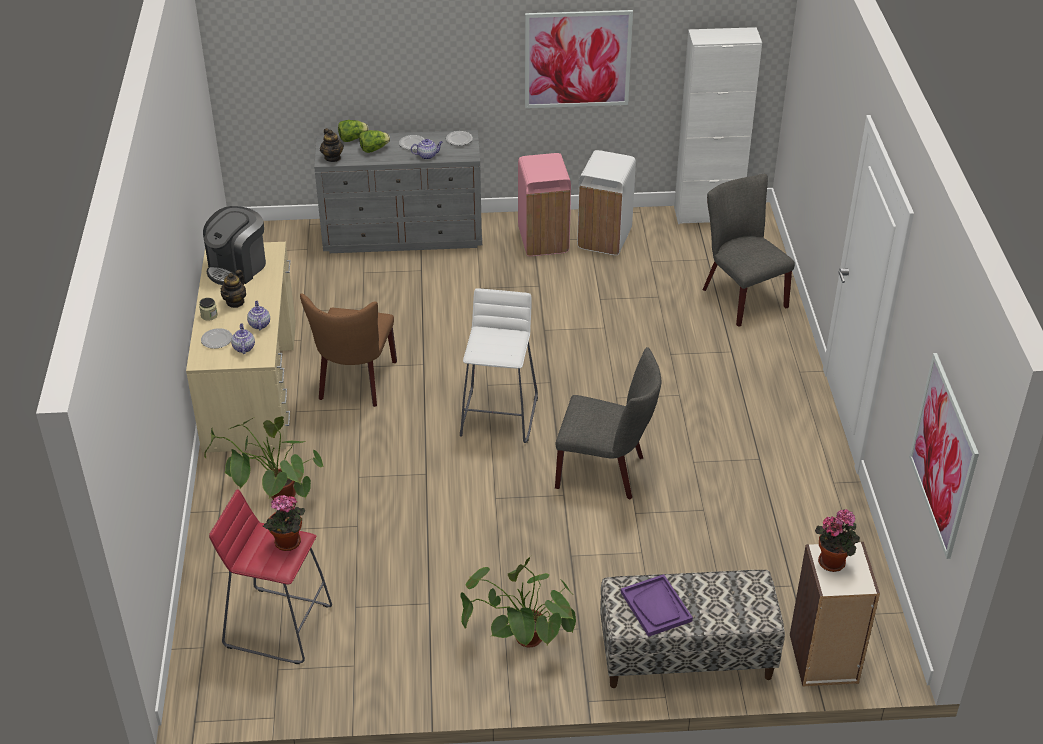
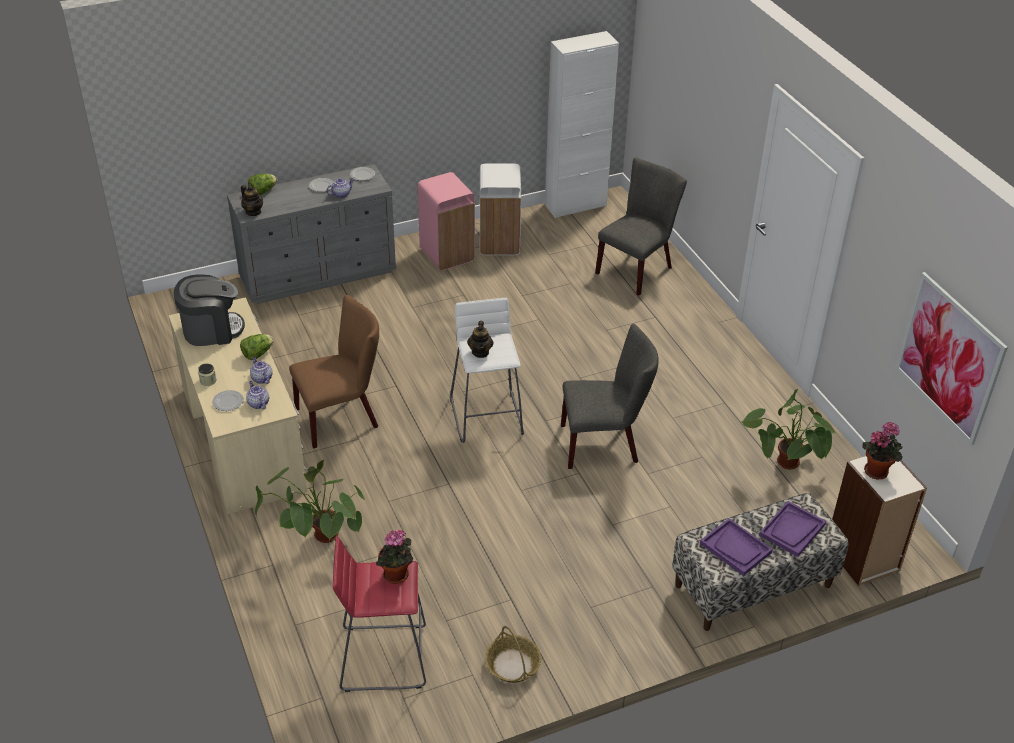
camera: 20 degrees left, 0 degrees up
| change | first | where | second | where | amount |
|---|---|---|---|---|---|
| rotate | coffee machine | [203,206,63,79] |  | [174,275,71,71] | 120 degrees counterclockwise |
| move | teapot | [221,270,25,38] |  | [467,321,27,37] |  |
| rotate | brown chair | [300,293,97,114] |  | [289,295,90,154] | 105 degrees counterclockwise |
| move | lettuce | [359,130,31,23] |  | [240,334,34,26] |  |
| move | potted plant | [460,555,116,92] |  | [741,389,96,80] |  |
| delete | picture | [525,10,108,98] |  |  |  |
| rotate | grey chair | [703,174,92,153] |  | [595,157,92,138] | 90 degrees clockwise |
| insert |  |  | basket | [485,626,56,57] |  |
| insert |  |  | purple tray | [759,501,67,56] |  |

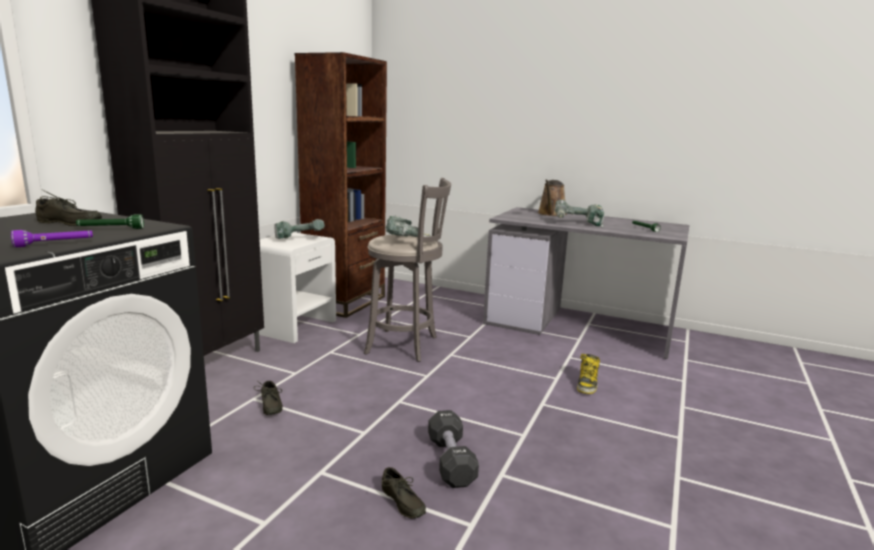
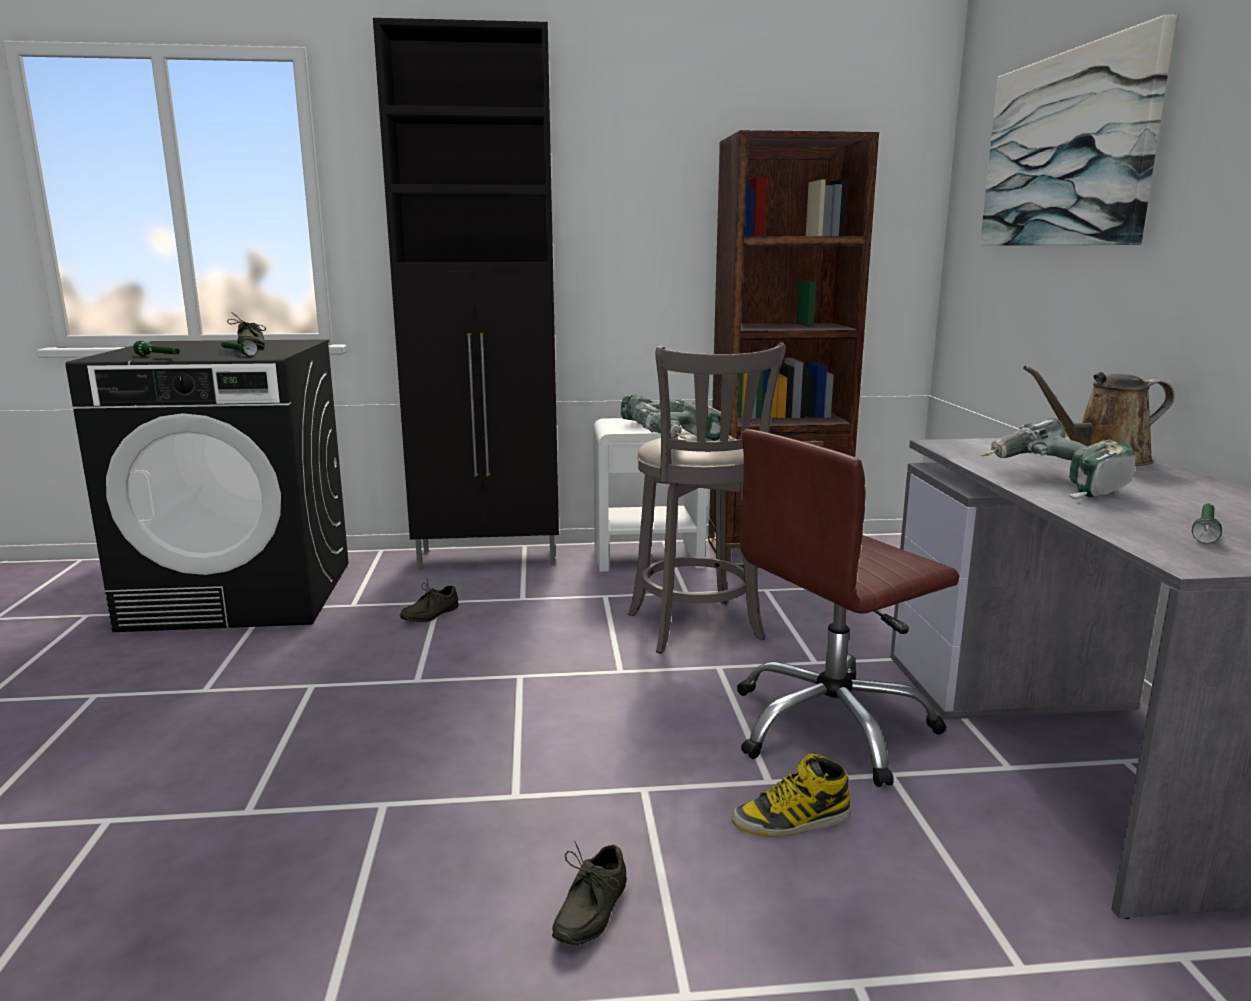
camera: 60 degrees right, 0 degrees up
| change | first | where | second | where | amount |
|---|---|---|---|---|---|
| recolor | purple flashlight | [11,230,82,17] | green flashlight | [133,341,47,15] |  |
| move | grey shoe | [382,467,44,52] |  | [552,841,75,104] |  |
| delete | black dumbbell | [428,410,51,78] |  |  |  |
| insert |  |  | brown office chair | [737,429,222,358] |  |
| insert |  |  | picture | [980,15,197,231] |  |

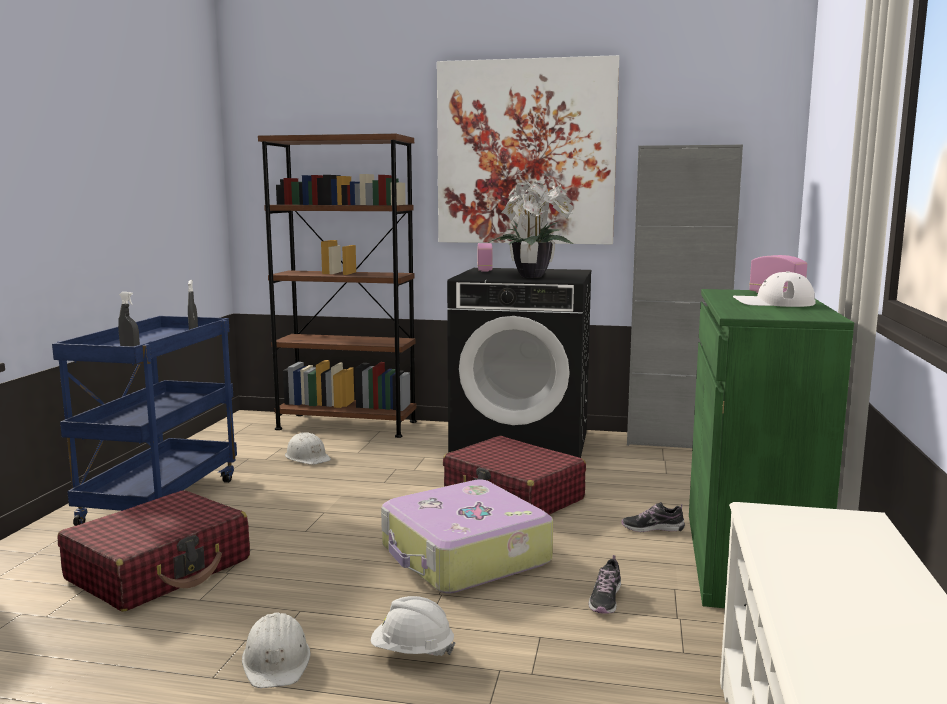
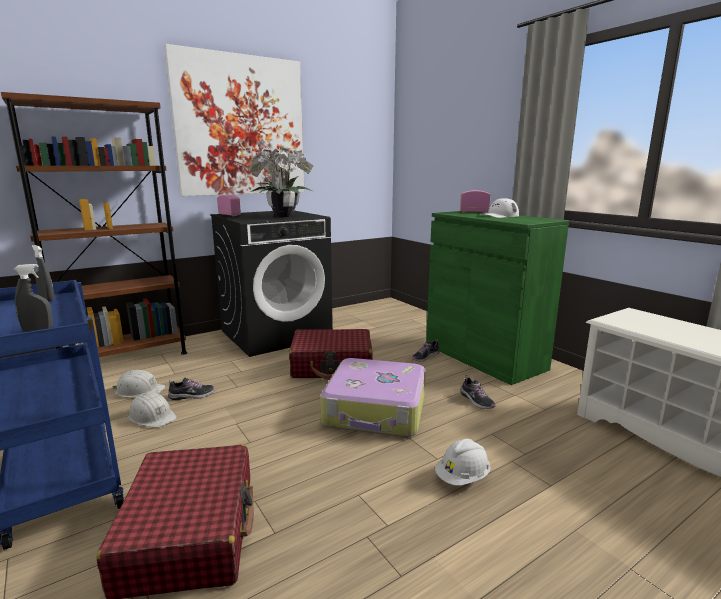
camera: 45 degrees left, 5 degrees up
| change | first | where | second | where | amount |
|---|---|---|---|---|---|
| move | white hard hat | [242,612,69,76] |  | [128,392,49,36] |  |
| delete | grey cabinet | [627,144,116,304] |  |  |  |
| insert |  |  | shoe | [168,378,47,22] |  |

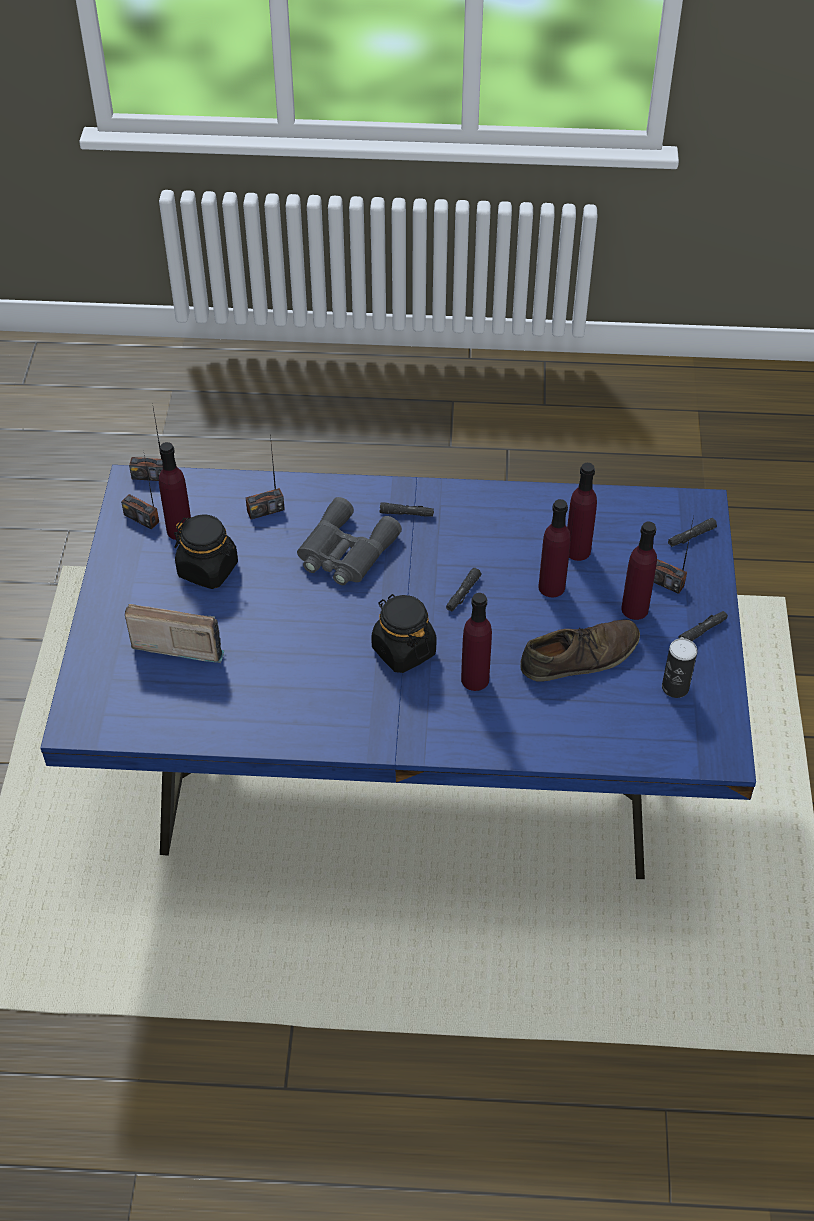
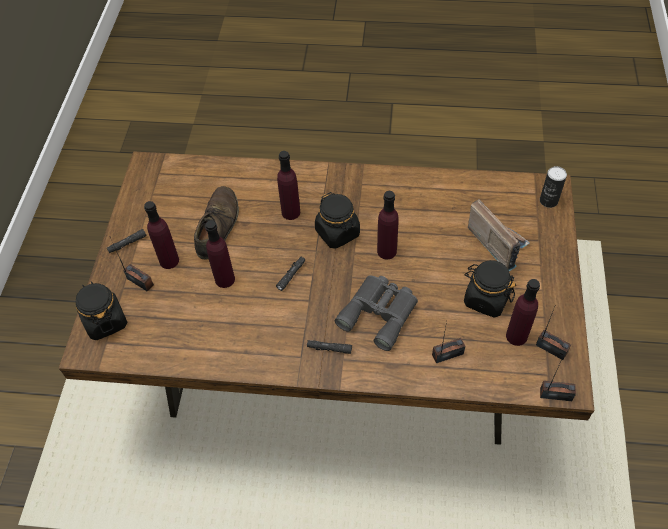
camera: 175 degrees left, 5 degrees up
| change | first | where | second | where | amount |
|---|---|---|---|---|---|
| recolor | blue dining table | [40,465,716,414] | brown dining table | [59,151,535,294] |  |
| rotate | radio | [125,604,99,59] |  | [468,199,62,72] | 135 degrees counterclockwise |
| rotate | brown shoe | [520,620,120,61] |  | [194,186,45,73] | 120 degrees clockwise |
| move | purple bottle | [567,463,30,98] |  | [377,191,22,68] |  |
| move | can | [662,638,36,60] |  | [540,166,27,42] |  |
| replace | black flashlight | [668,518,49,29] | black jar | [76,281,51,59] |  |

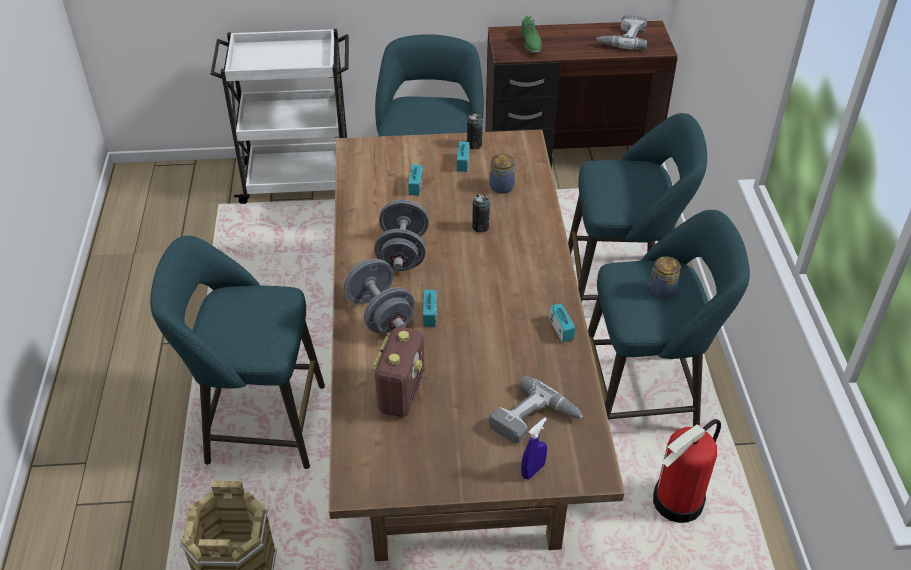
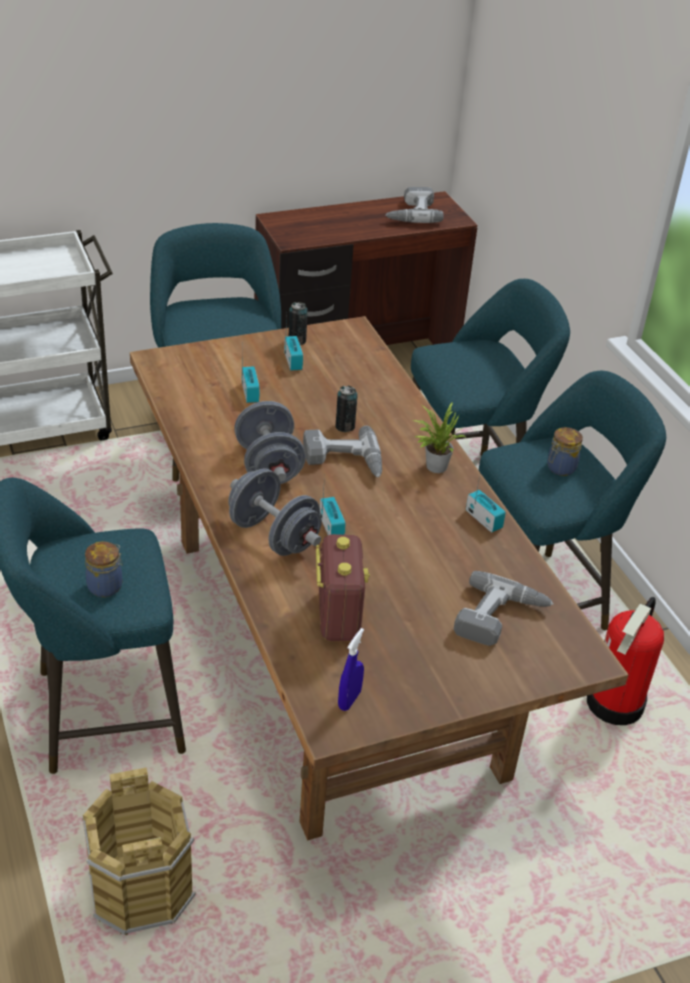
camera: 20 degrees left, 5 degrees down
| change | first | where | second | where | amount |
|---|---|---|---|---|---|
| move | jar | [489,154,27,40] |  | [85,541,38,56] |  |
| delete | green shoe | [521,16,21,37] |  |  |  |
| move | blue spray bottle | [521,418,26,61] |  | [338,628,26,83] |  |
| insert |  |  | power drill | [303,426,79,51] |  |
| insert |  |  | potted plant | [413,403,52,70] |  |

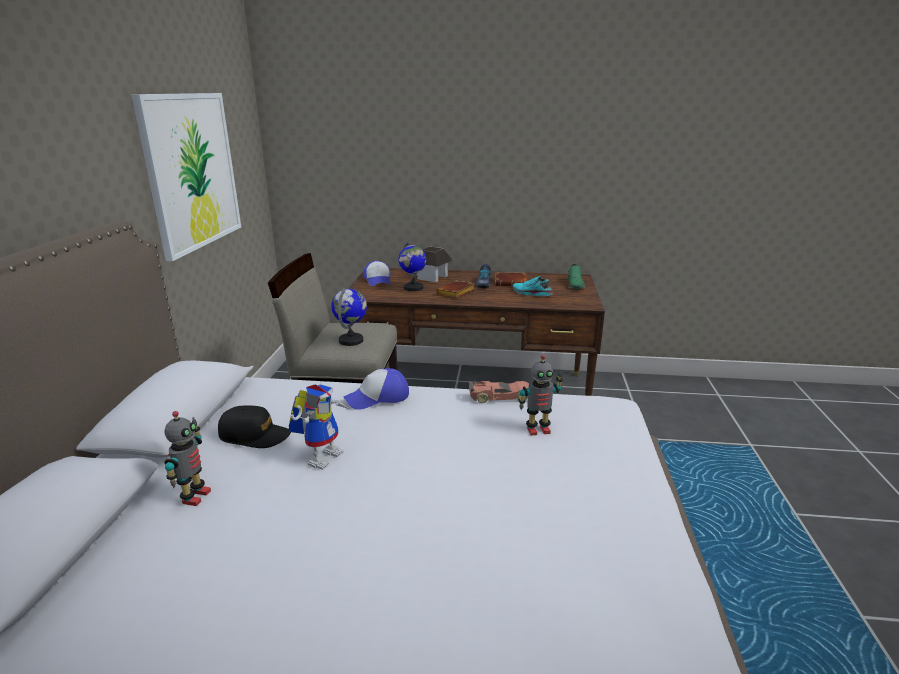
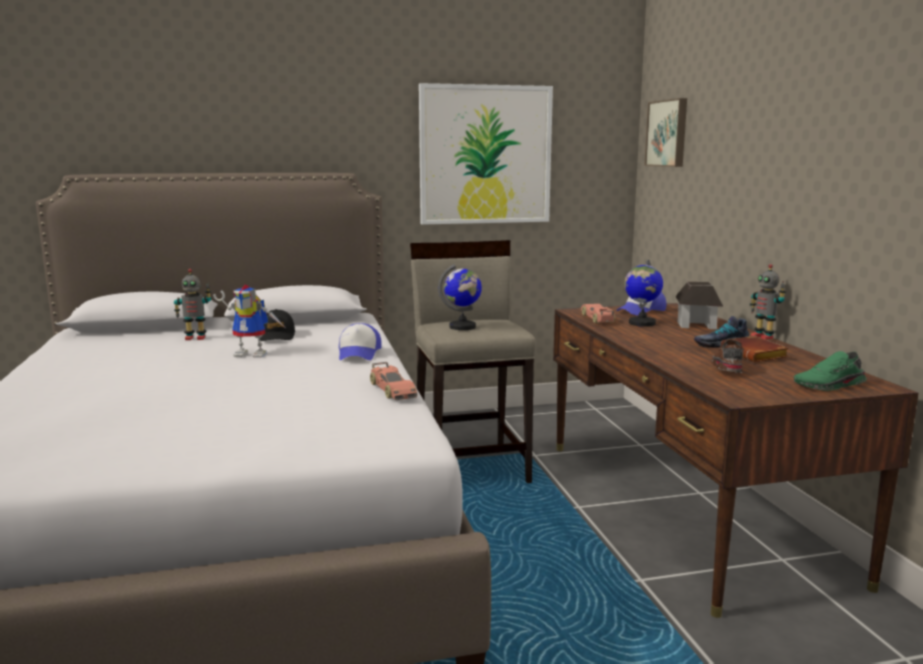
camera: 70 degrees right, 10 degrees down
| change | first | where | second | where | amount |
|---|---|---|---|---|---|
| rotate | cap | [344,368,65,42] |  | [339,323,43,37] | 135 degrees counterclockwise |
| delete | brown book | [436,281,39,17] |  |  |  |
| recolor | turquoise shoe | [512,276,41,20] | brown shoe | [711,339,33,34] |  |
| move | toy robot | [518,355,45,80] |  | [750,264,36,76] |  |
| insert |  |  | toy car | [581,304,34,19] |  |
| insert |  |  | picture | [644,98,43,69] |  |

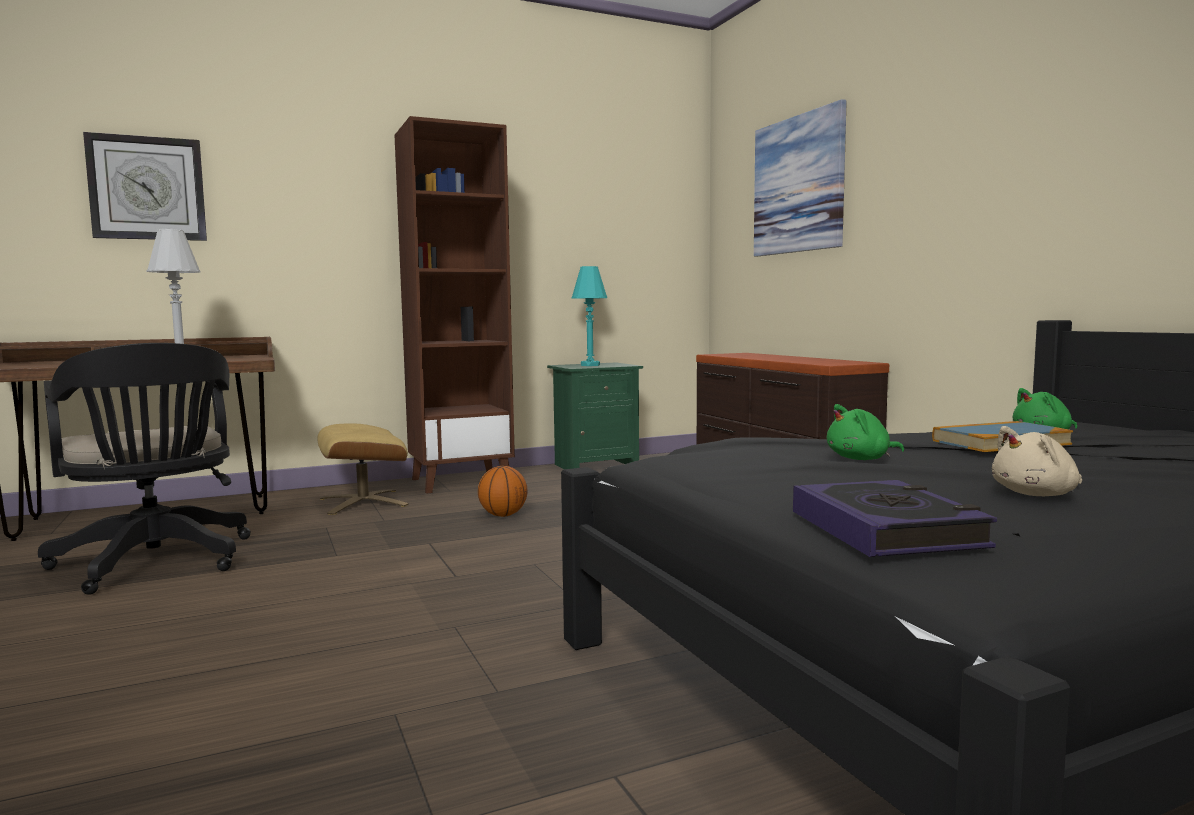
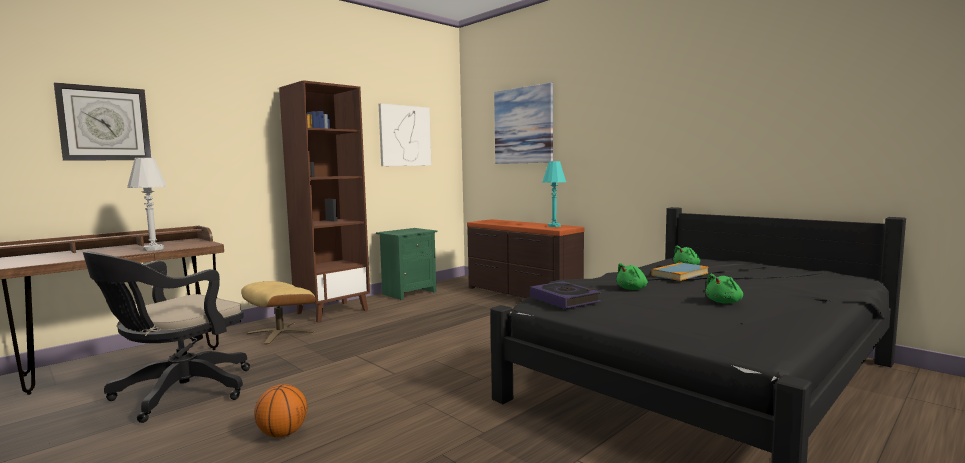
camera: 20 degrees left, 0 degrees up
| change | first | where | second | where | amount |
|---|---|---|---|---|---|
| rotate | black office chair | [38,343,213,252] |  | [83,251,167,172] | 90 degrees clockwise |
| move | basketball | [478,466,50,51] |  | [254,384,53,54] |  |
| move | turquoise table lamp | [572,266,35,100] |  | [543,161,23,66] |  |
| move | book | [793,480,204,77] |  | [530,281,71,28] |  |
| recolor | beige plush toy | [992,426,90,70] | green plush toy | [705,274,38,30] |  |
| insert |  |  | picture | [379,103,52,63] |  |

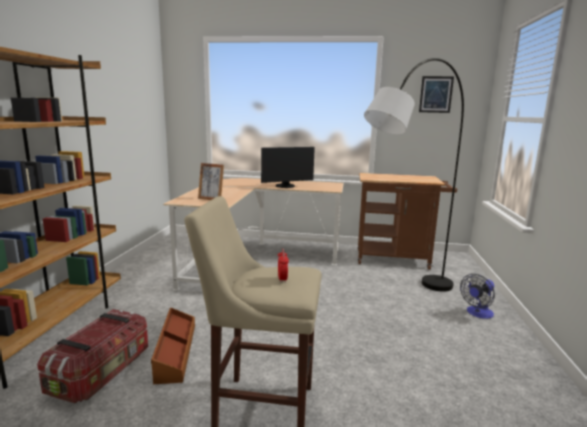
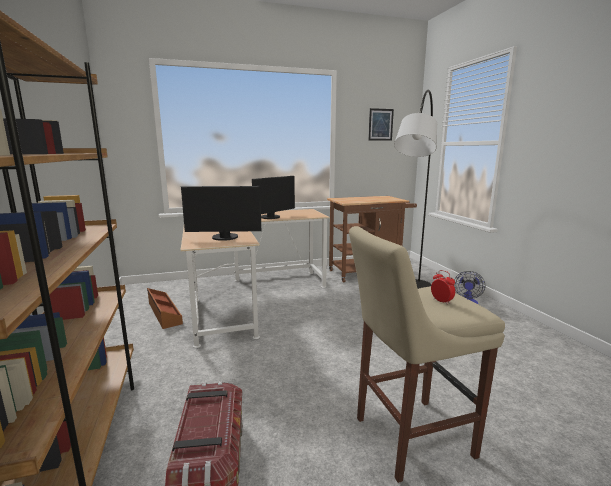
camera: 25 degrees left, 0 degrees up
| change | first | where | second | where | amount |
|---|---|---|---|---|---|
| move | brown storage box | [151,307,44,77] |  | [147,288,36,41] |  |
| replace | picture frame | [198,163,26,37] | monitor | [181,186,80,55] |  |

